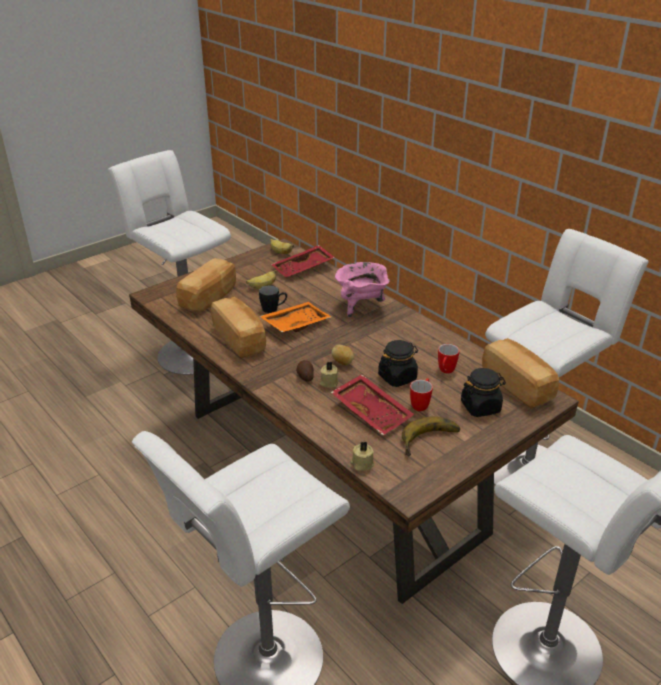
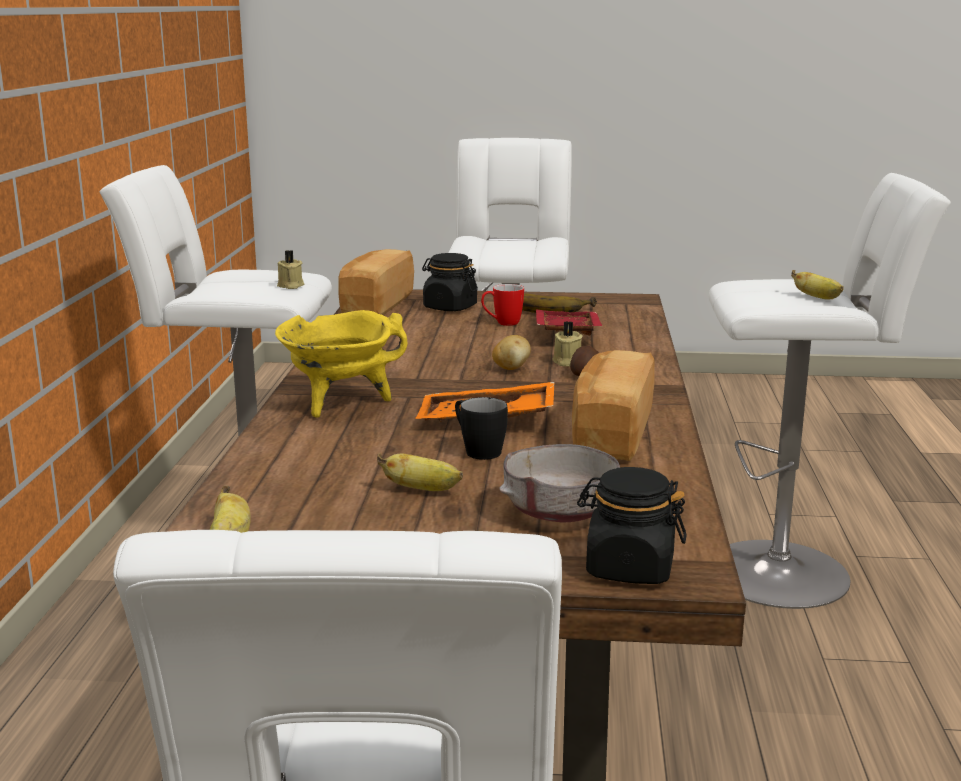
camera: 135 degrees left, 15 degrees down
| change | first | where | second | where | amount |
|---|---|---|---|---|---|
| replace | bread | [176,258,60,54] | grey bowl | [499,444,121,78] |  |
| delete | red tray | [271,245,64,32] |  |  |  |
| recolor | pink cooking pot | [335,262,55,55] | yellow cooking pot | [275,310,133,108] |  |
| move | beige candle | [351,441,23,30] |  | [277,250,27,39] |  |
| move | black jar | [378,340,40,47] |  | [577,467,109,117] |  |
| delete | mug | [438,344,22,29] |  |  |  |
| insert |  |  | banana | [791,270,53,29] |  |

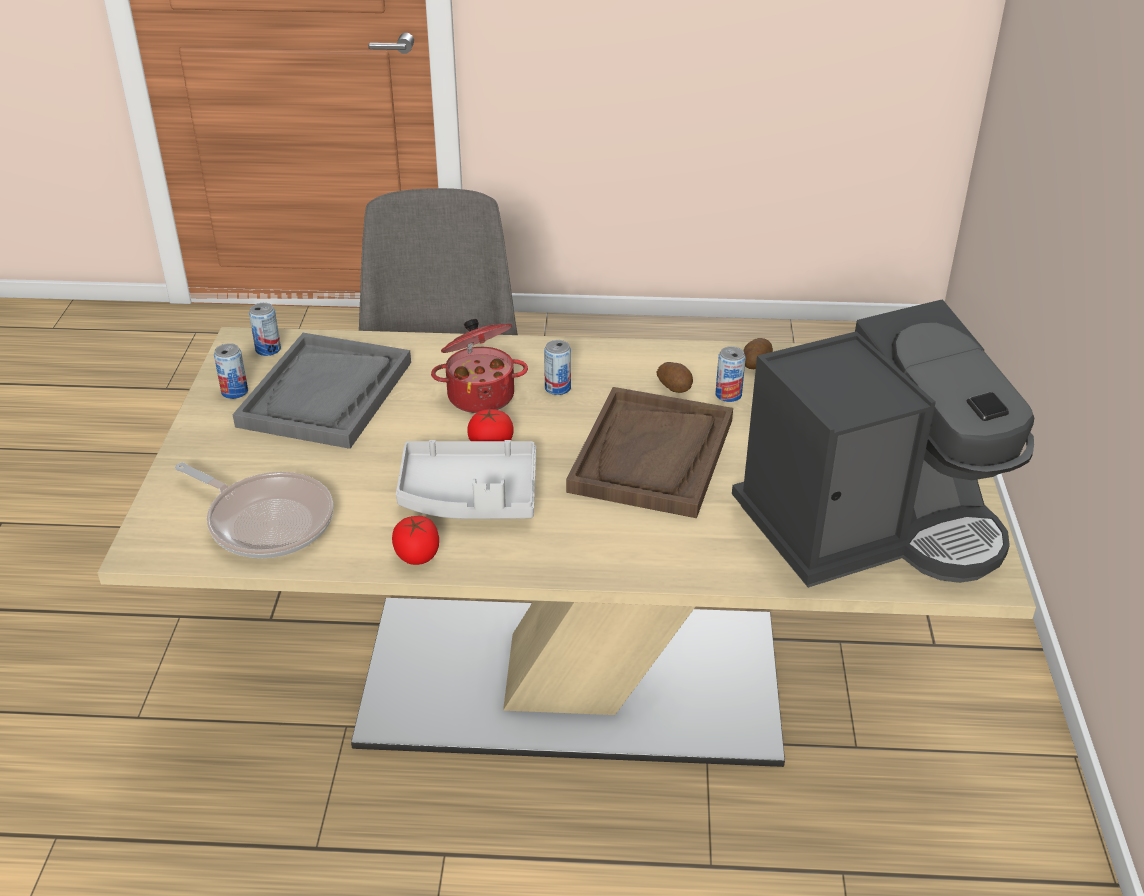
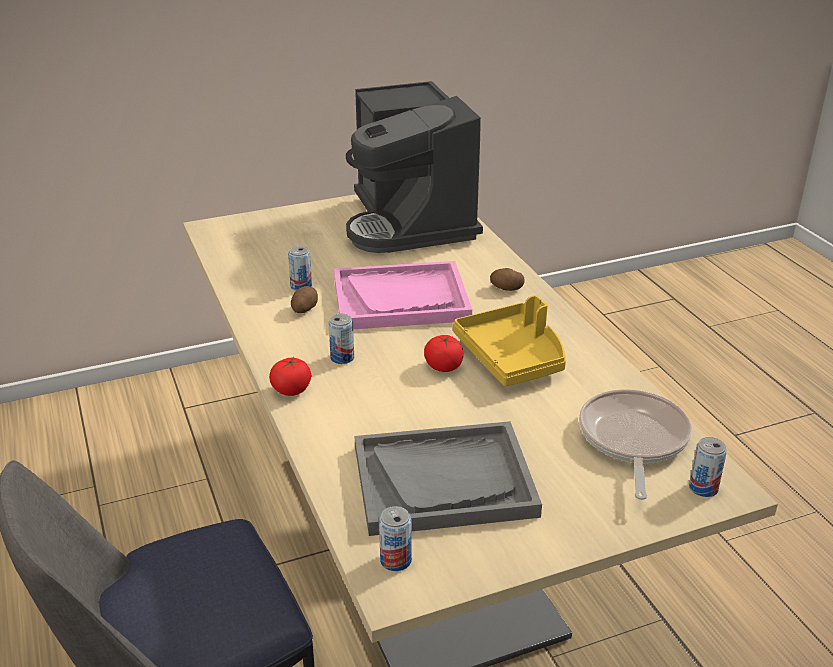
camera: 115 degrees left, 5 degrees down
| change | first | where | second | where | amount |
|---|---|---|---|---|---|
| move | can | [214,343,34,56] |  | [689,437,38,60] |  |
| move | tomato | [392,516,47,49] |  | [269,357,42,39] |  |
| recolor | grey tray | [396,440,140,79] | yellow tray | [453,295,113,92] |  |
| delete | cooking pot | [431,319,97,94] |  |  |  |
| recolor | brown tray | [566,387,167,131] | pink tray | [334,261,138,68] |  |
| rotate | coffee machine | [732,299,302,289] |  | [346,81,137,172] | 150 degrees counterclockwise |
| move | potato | [743,338,30,31] |  | [490,268,35,23] |  |

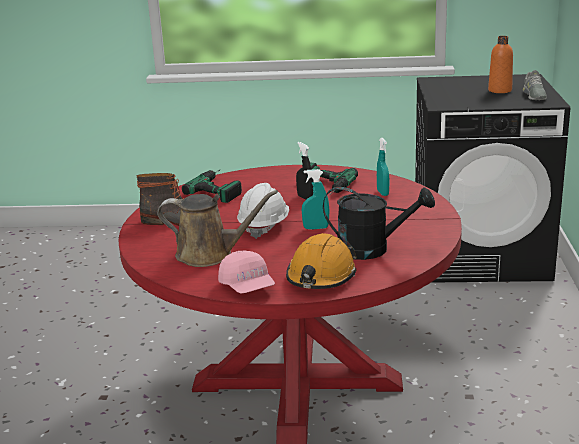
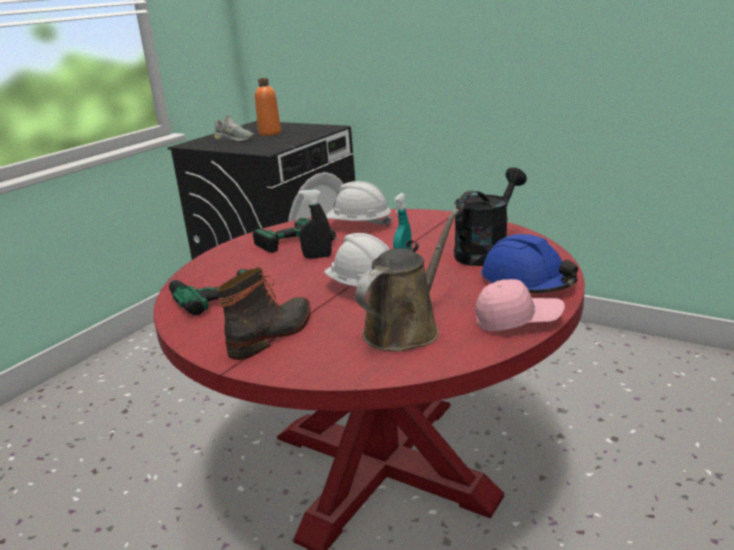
camera: 60 degrees left, 0 degrees up
| change | first | where | second | where | amount |
|---|---|---|---|---|---|
| recolor | orange hard hat | [286,233,71,56] | blue hard hat | [481,234,97,59] |  |
| replace | turquoise spray bottle | [377,138,12,58] | white hard hat | [326,181,66,45] |  |
| move | grey shoe | [523,70,24,30] |  | [214,115,40,26] |  |

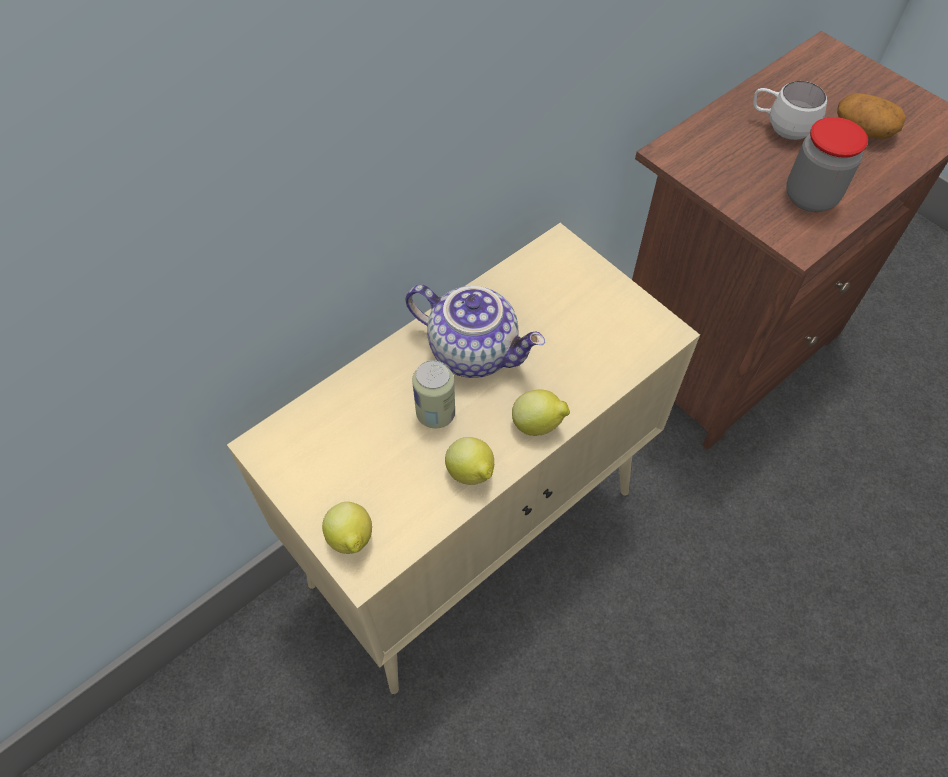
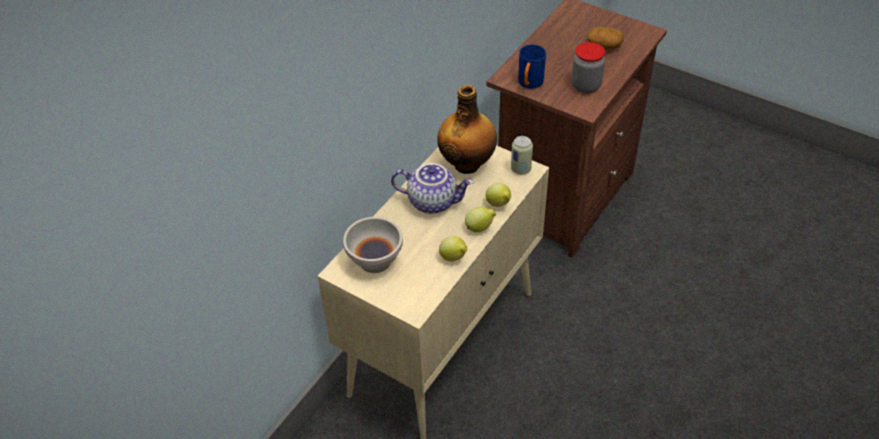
camera: 15 degrees left, 10 degrees down
| change | first | where | second | where | amount |
|---|---|---|---|---|---|
| move | lemon | [322,502,50,52] |  | [486,183,25,24] |  |
| move | can | [412,360,43,68] |  | [511,136,22,38] |  |
| delete | white mug | [753,81,74,59] |  |  |  |
| insert |  |  | white bowl | [343,217,60,56] |  |
| insert |  |  | bottle | [437,85,60,89] |  |
| insert |  |  | blue mug | [518,44,28,45] |  |

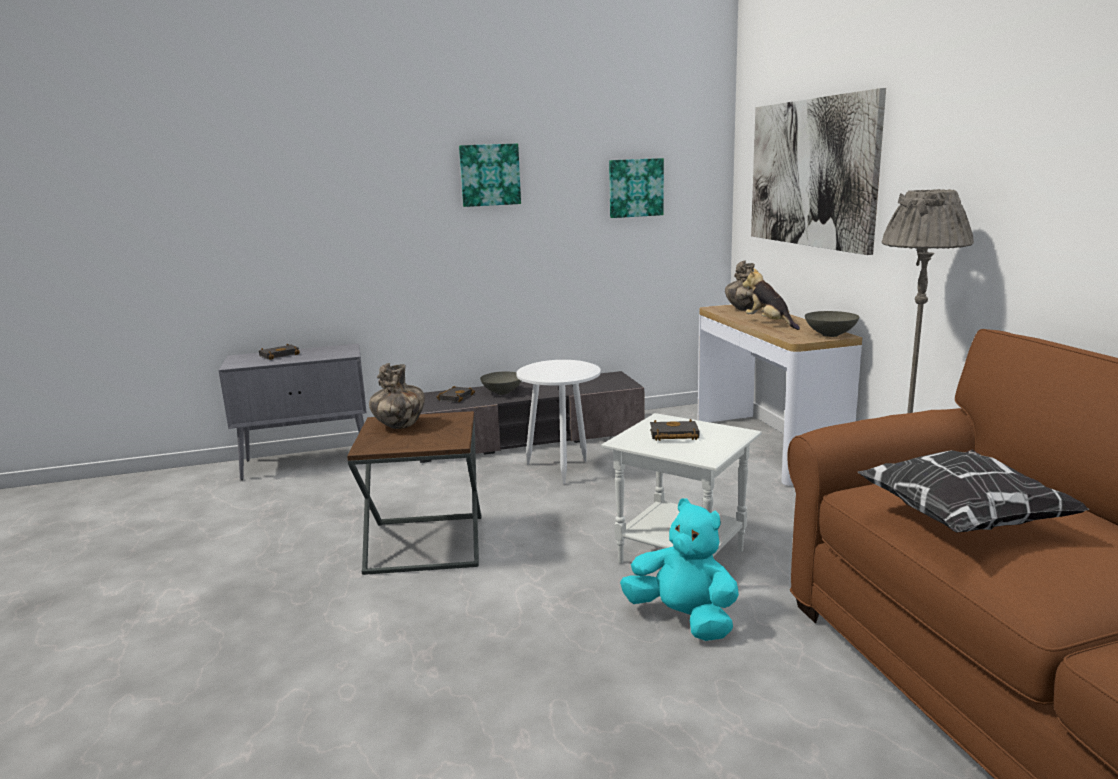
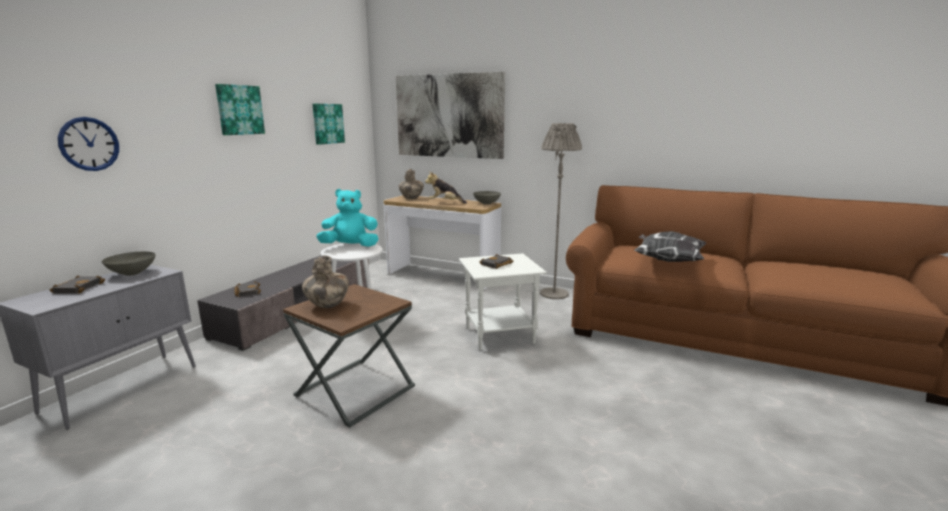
camera: 50 degrees left, 0 degrees up
| change | first | where | second | where | amount |
|---|---|---|---|---|---|
| move | grey bowl | [480,372,41,23] |  | [102,251,54,25] |  |
| move | turquoise plush toy | [620,498,119,143] |  | [316,189,63,58] |  |
| insert |  |  | wall clock | [58,117,61,54] |  |

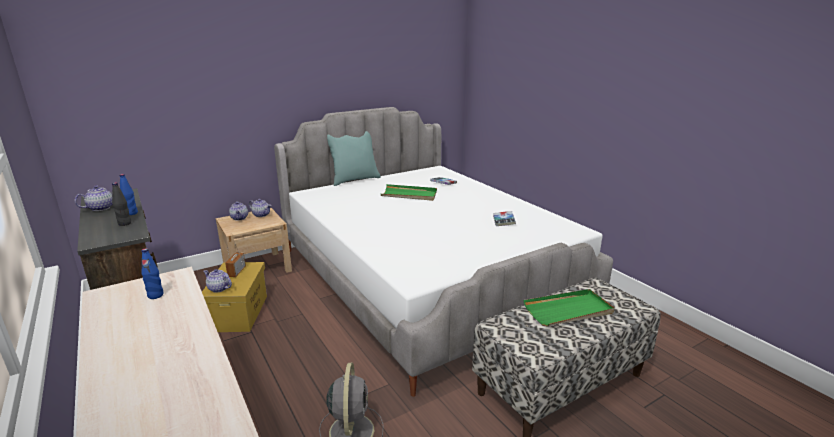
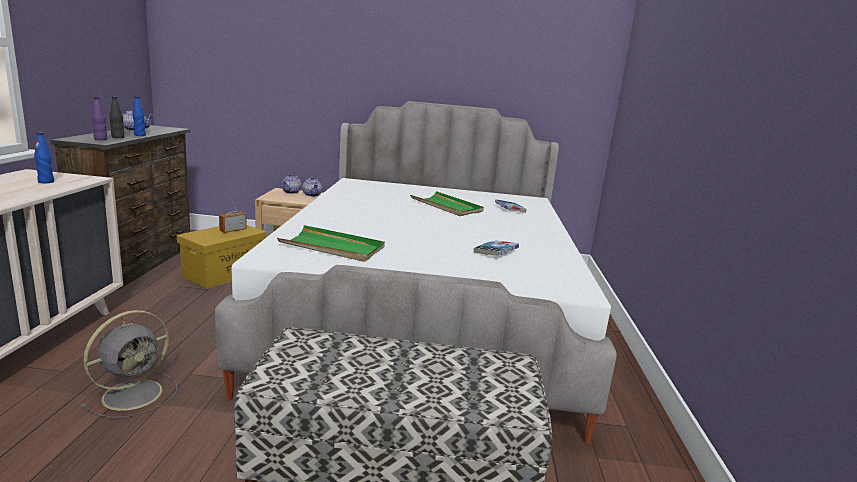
camera: 35 degrees right, 5 degrees down
| change | first | where | second | where | amount |
|---|---|---|---|---|---|
| delete | teapot | [203,269,29,24] |  |  |  |
| delete | turquoise pillow | [327,131,54,55] |  |  |  |
| move | green tray | [524,289,91,37] |  | [277,225,108,37] |  |
| insert |  |  | purple bottle | [92,97,16,43] |  |

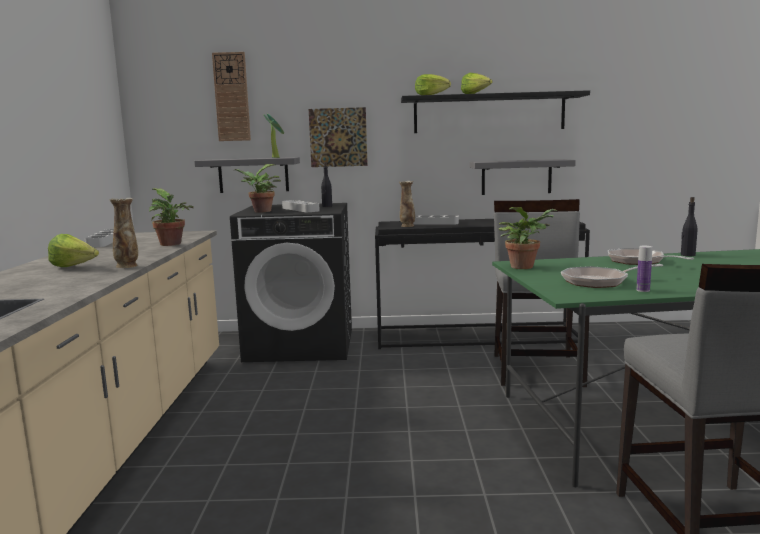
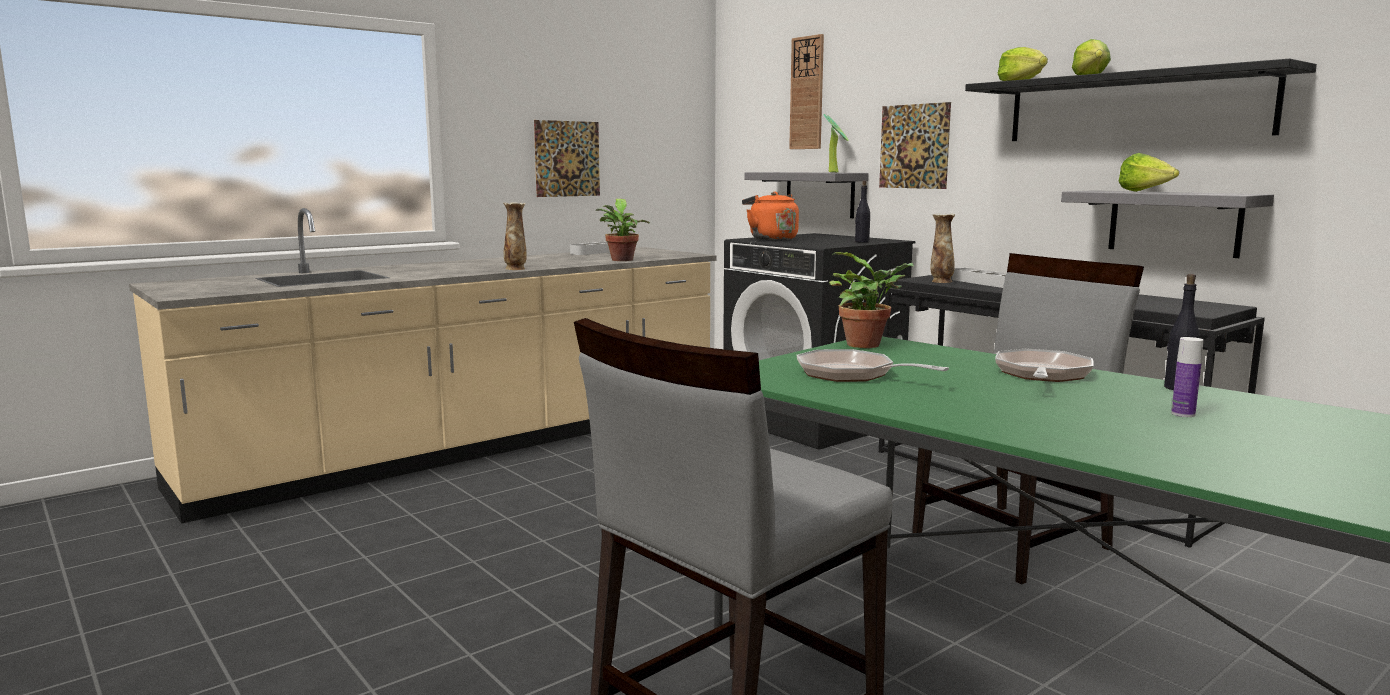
camera: 50 degrees right, 0 degrees up
| change | first | where | second | where | amount |
|---|---|---|---|---|---|
| move | lettuce | [48,234,51,33] |  | [1119,153,60,39] |  |
| replace | potted plant | [234,164,47,48] | orange kettle | [742,192,57,48] |  |
| delete | grey tray | [282,200,38,12] |  |  |  |
| move | bottle | [636,246,16,46] |  | [1171,337,32,80] |  |
| insert |  |  | picture | [534,120,66,77] |  |

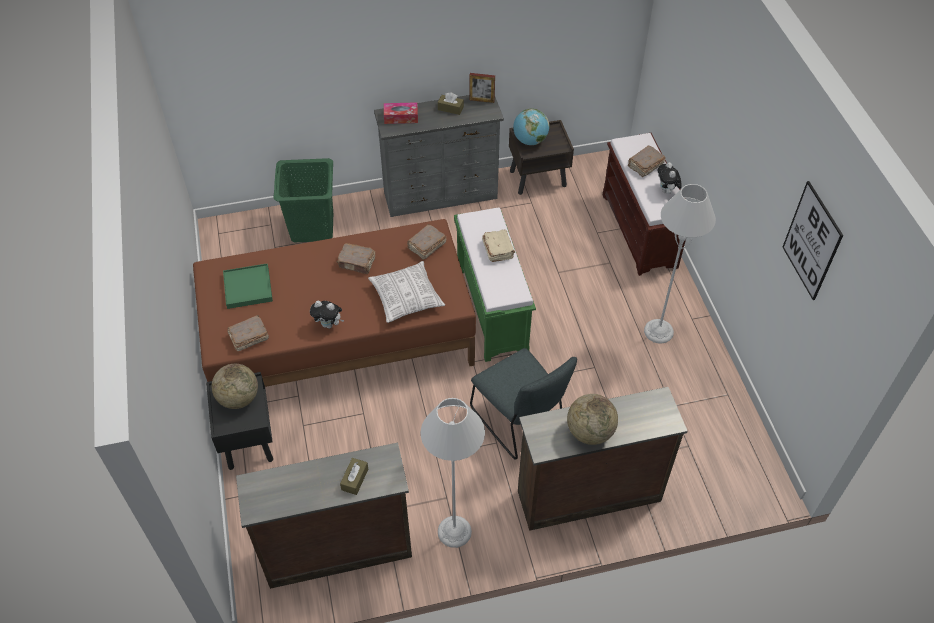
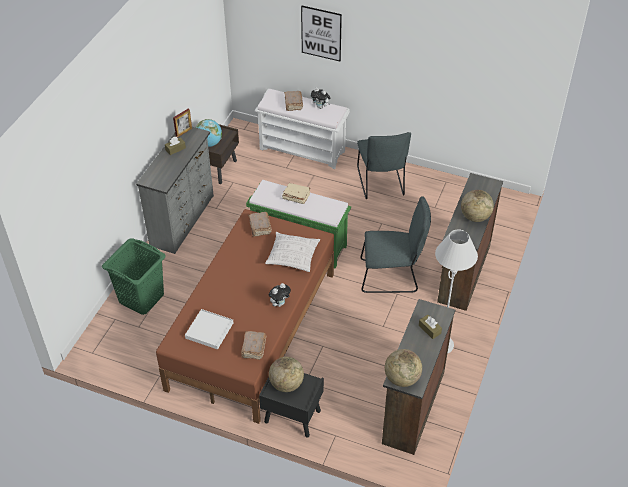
camera: 55 degrees left, 5 degrees down
| change | first | where | second | where | amount |
|---|---|---|---|---|---|
| recolor | green tray | [223,264,50,45] | white tray | [185,309,48,41] |  |
| delete | brown book | [337,243,38,31] |  |  |  |
| delete | tissue box | [384,102,34,22] |  |  |  |
| recolor | brown bench | [603,133,83,143] | white bench | [255,89,95,80] |  |
| replace | grey floor lamp | [644,184,72,159] | grey chair | [357,132,54,67] |  |
| move | picture | [783,181,60,119] |  | [301,6,41,55] |  |
| insert |  |  | globe | [385,349,37,38] |  |

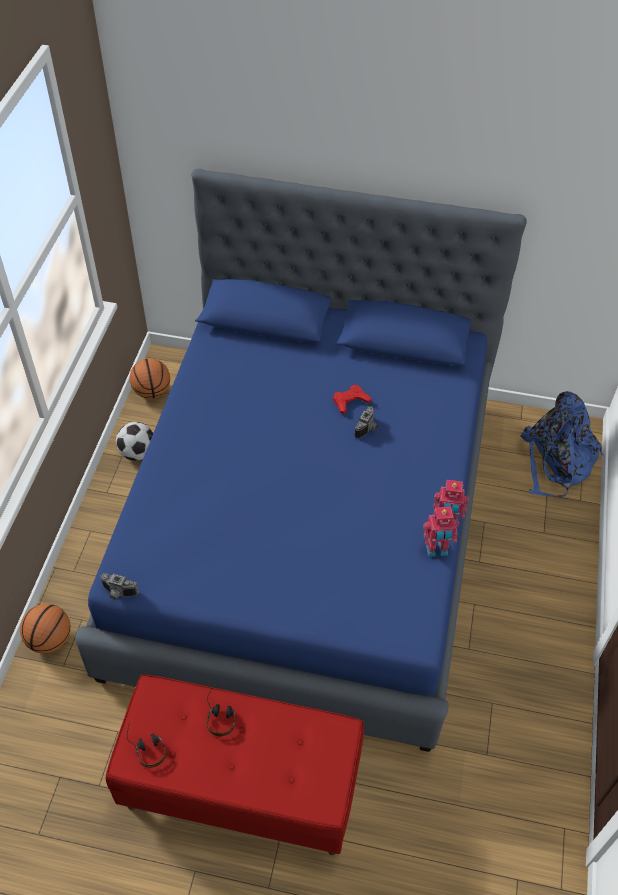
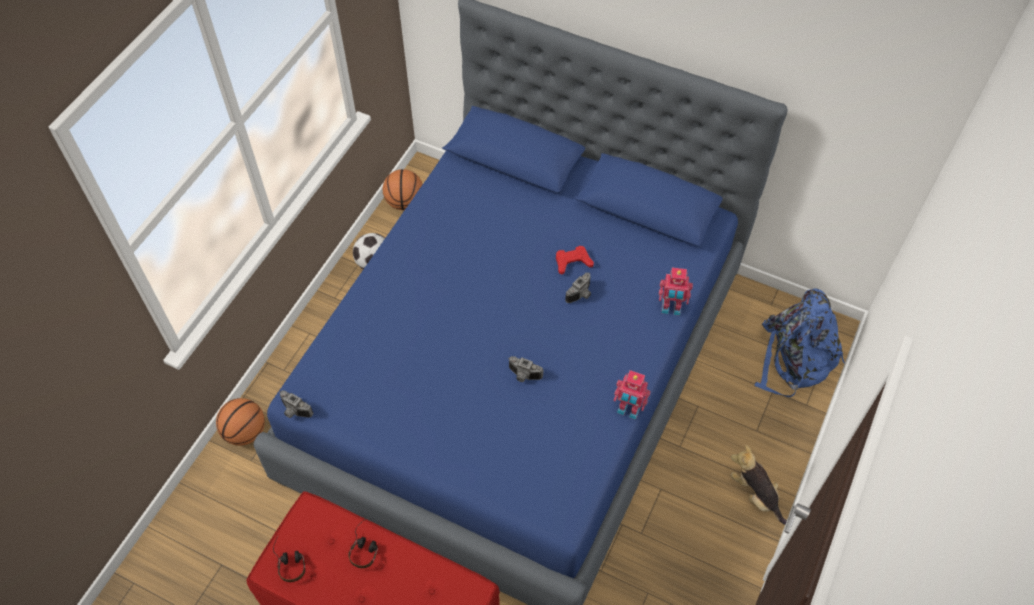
camera: 15 degrees right, 5 degrees up
| change | first | where | second | where | amount |
|---|---|---|---|---|---|
| move | toy robot | [423,507,36,50] |  | [659,268,34,48] |  |
| insert |  |  | photo camera | [508,356,36,26] |  |
| insert |  |  | plush toy | [731,445,56,80] |  |

